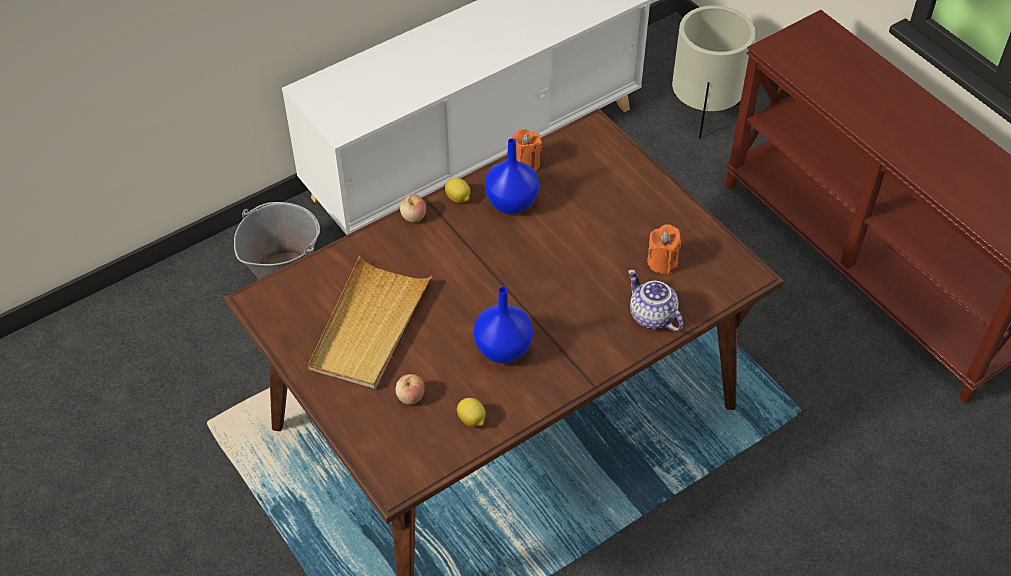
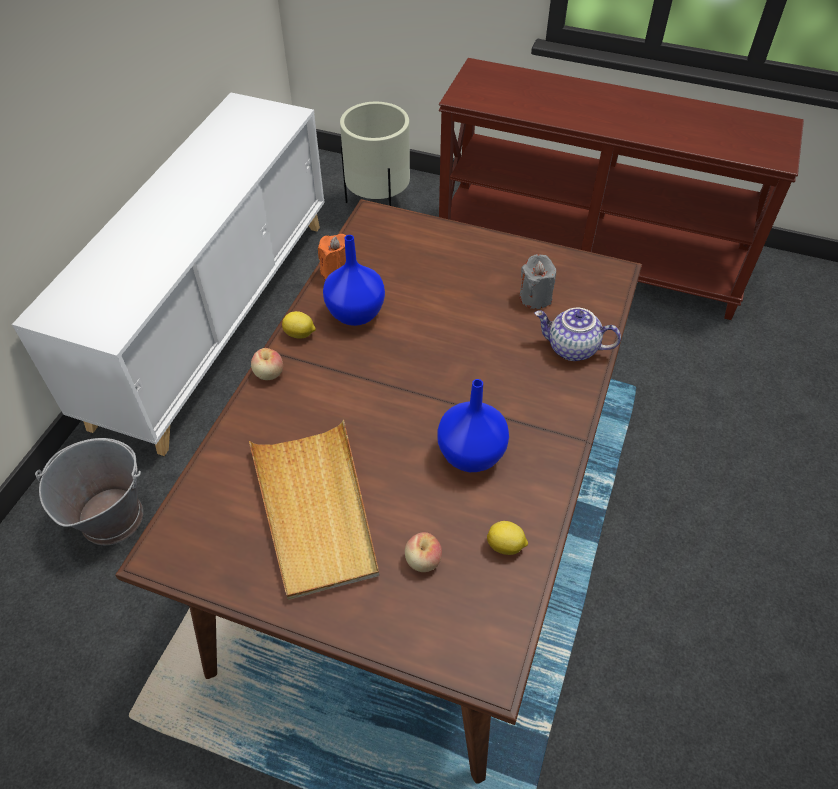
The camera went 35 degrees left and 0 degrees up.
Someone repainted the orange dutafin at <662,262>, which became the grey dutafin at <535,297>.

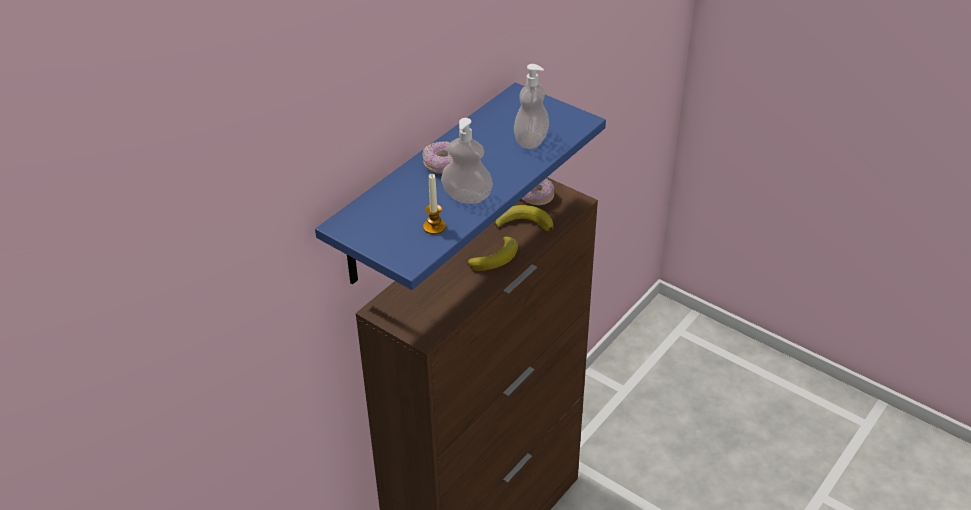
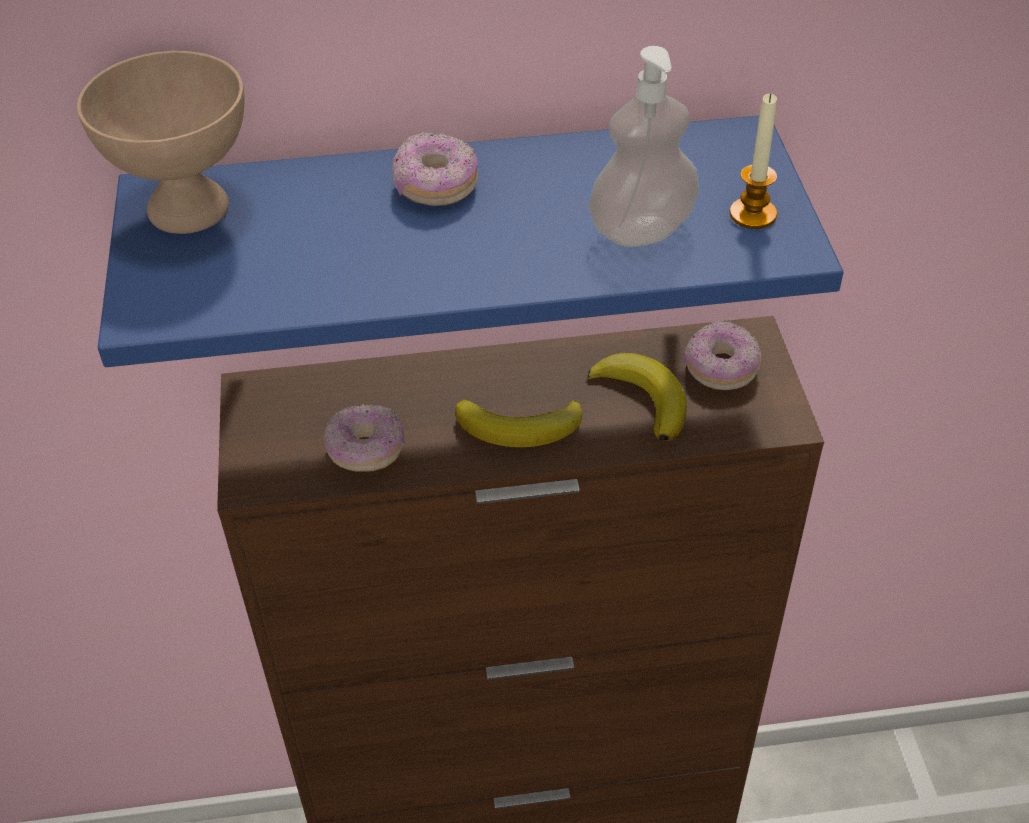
The camera went 45 degrees right and 5 degrees up.
Someone took away the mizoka at <467,196>.
Someone put down the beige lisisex at <188,211>.
Someone put down the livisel at <366,451>.
Someone carried the dutafin from <434,227> to <753,214>.

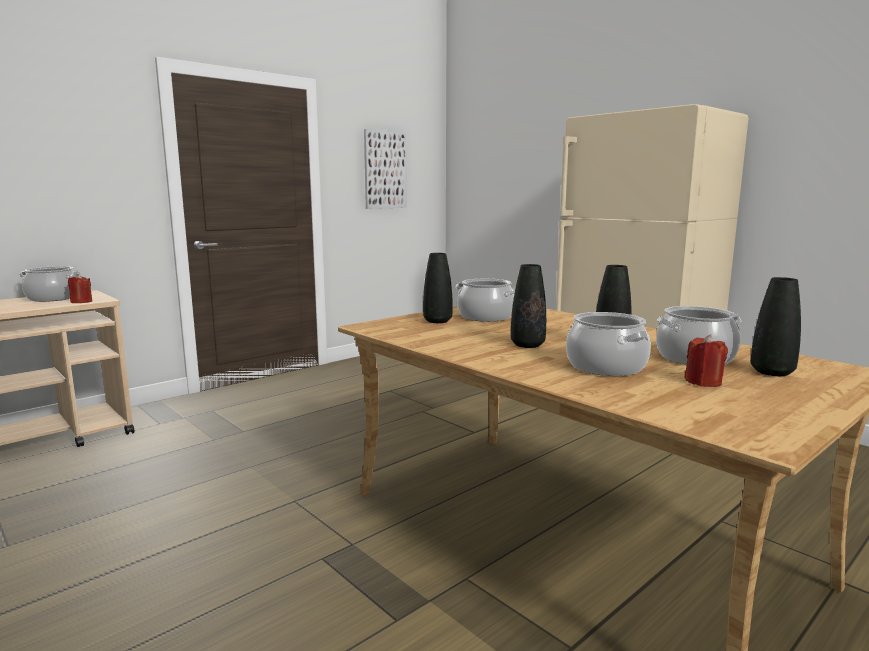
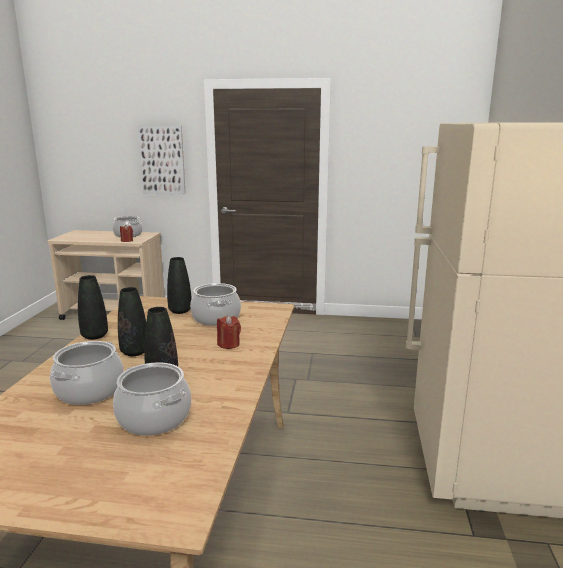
The camera went 50 degrees right and 5 degrees up.
Someone carried the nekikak from <385,170> to <162,160>.
Someone carried the red dutafin from <703,382> to <228,344>.
Someone carried the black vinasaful from <772,372> to <94,336>.

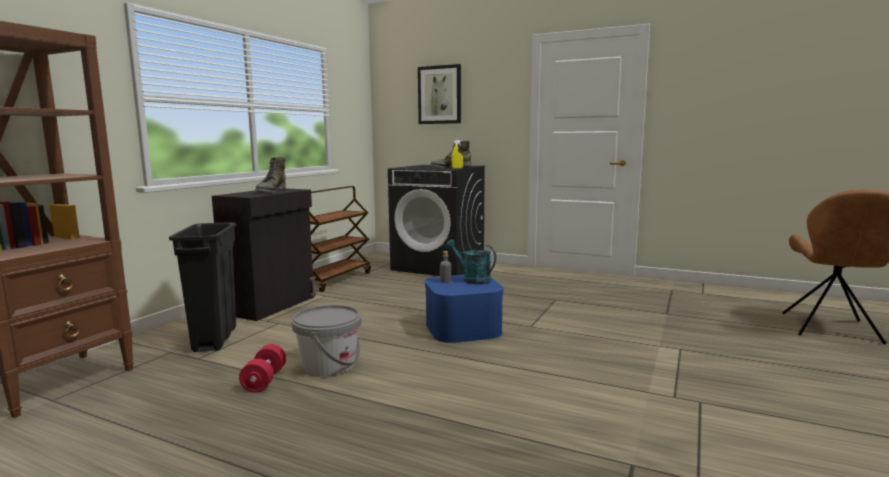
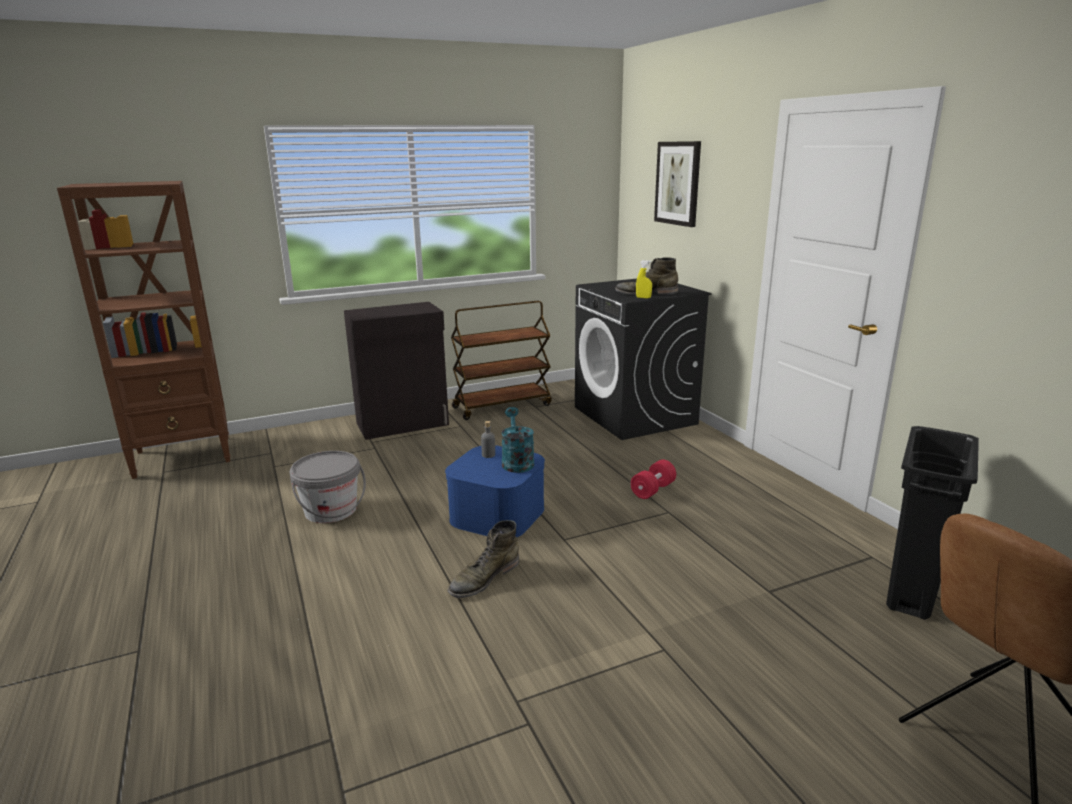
The camera went 40 degrees right and 10 degrees up.
Someone carried the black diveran from <215,339> to <910,590>.
Someone carried the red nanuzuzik from <264,380> to <653,490>.
Someone carried the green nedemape from <270,191> to <484,578>.

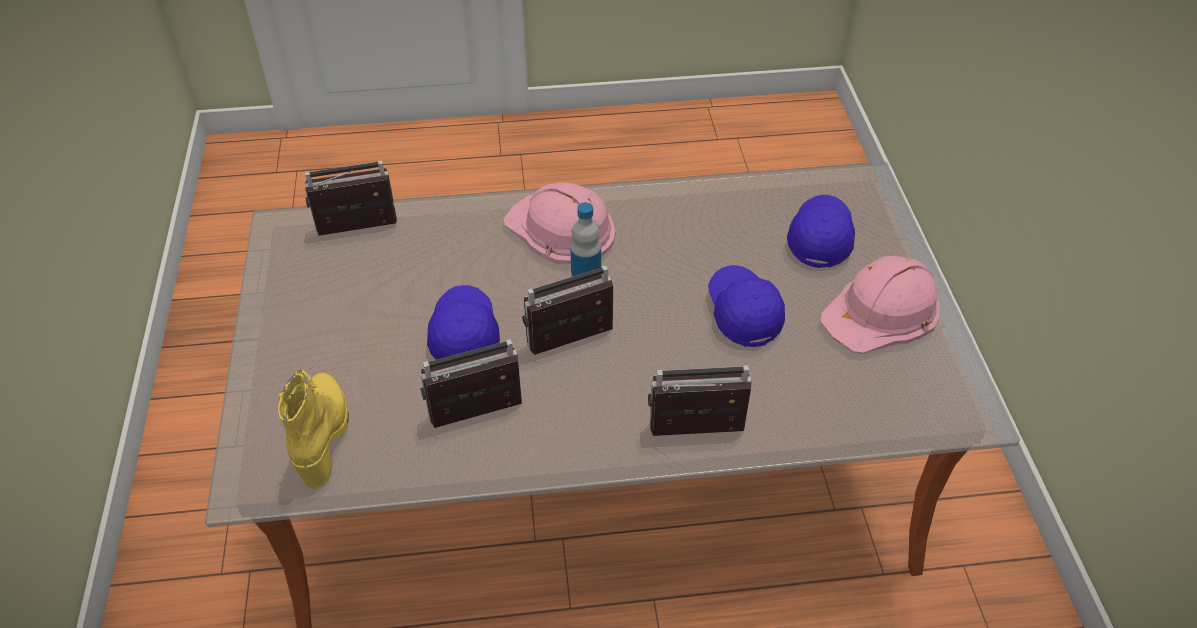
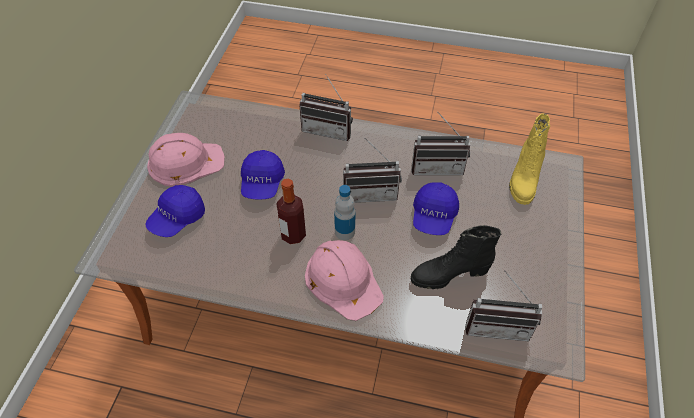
The camera went 160 degrees left and 5 degrees up.
Someone put down the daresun at <293,235>.
Someone put down the black nedemape at <449,274>.

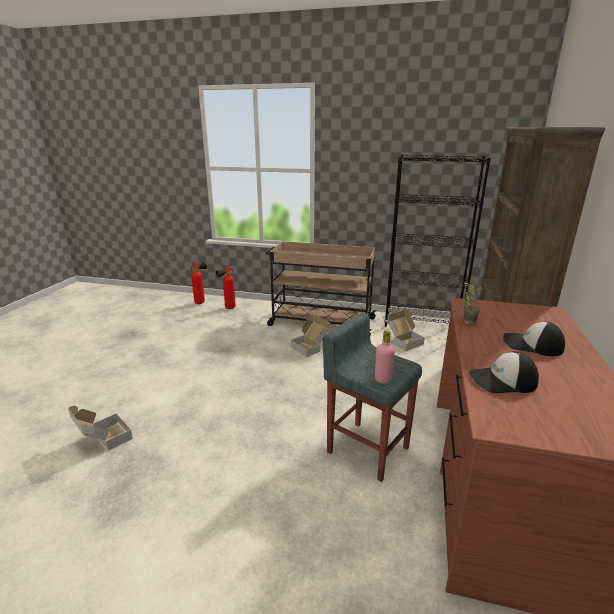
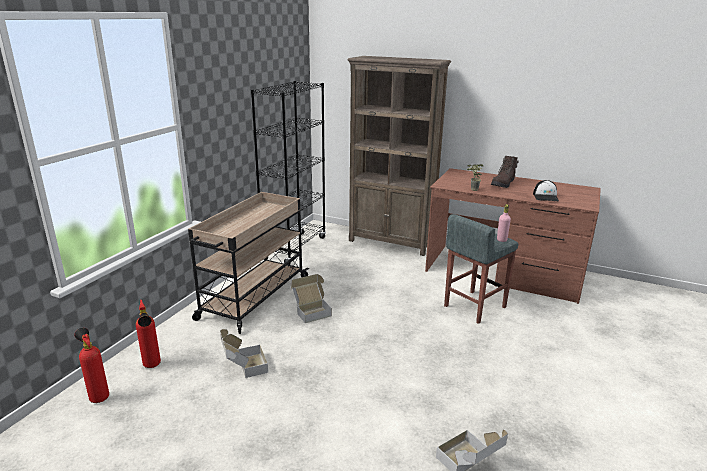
The camera went 80 degrees left and 0 degrees up.
Someone carried the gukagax from <403,341> to <244,367>.
Someone swapped the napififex at <532,345> for the brown nedemape at <503,184>.

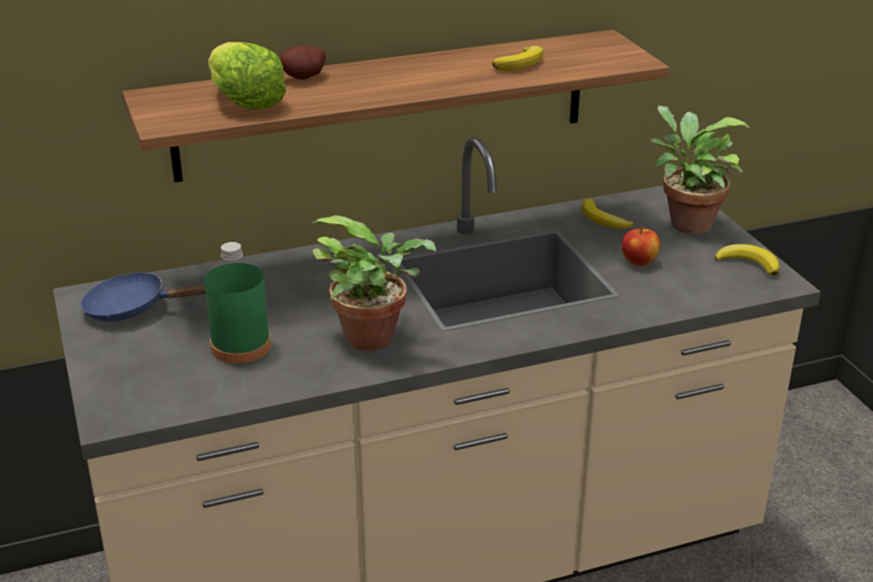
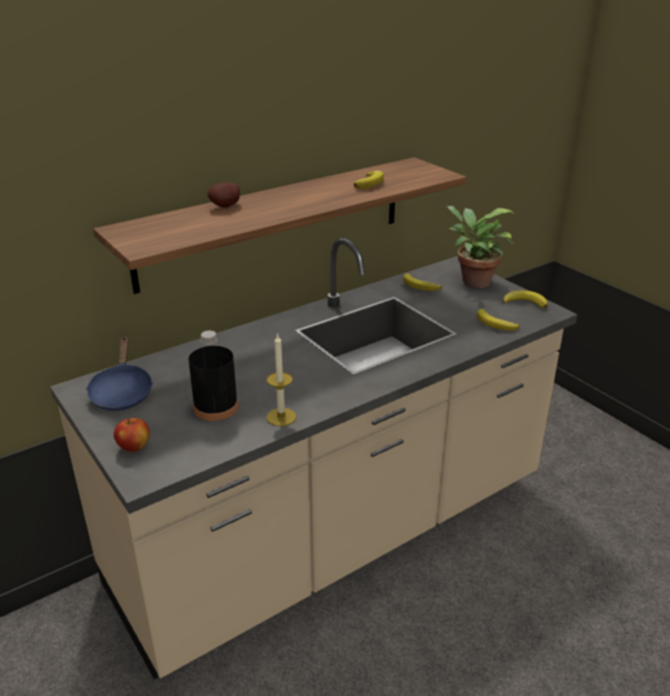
The camera went 15 degrees left and 0 degrees up.
Someone took away the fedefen at <244,101>.
Someone took away the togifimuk at <376,338>.
Someone put down the dutafin at <281,417>.
Someone put down the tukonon at <495,324>.
Someone carried the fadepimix from <639,262> to <134,447>.
Someone repainted the green daresun at <240,346>, which became the black daresun at <216,407>.
Someone rotated the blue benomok at <134,308> by 90 degrees counterclockwise.

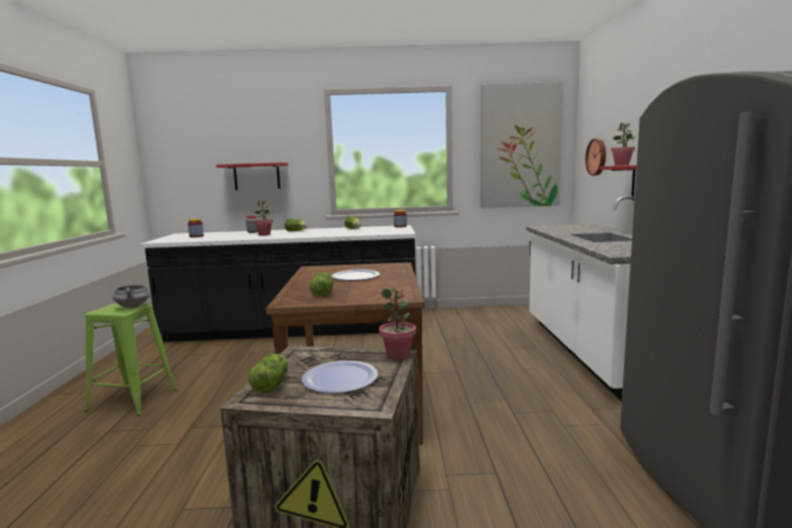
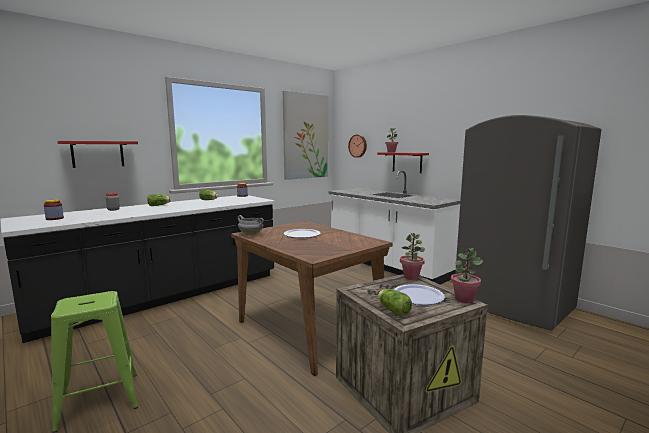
The camera went 40 degrees left and 0 degrees up.
Someone took away the fedefen at <323,293>.
Someone carried the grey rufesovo from <133,307> to <251,234>.
Someone carried the togifimuk from <264,235> to <464,299>.

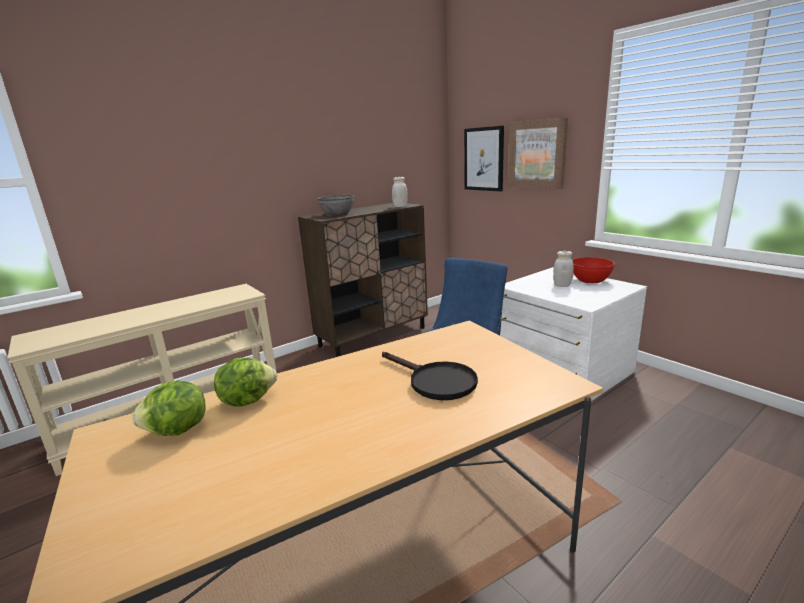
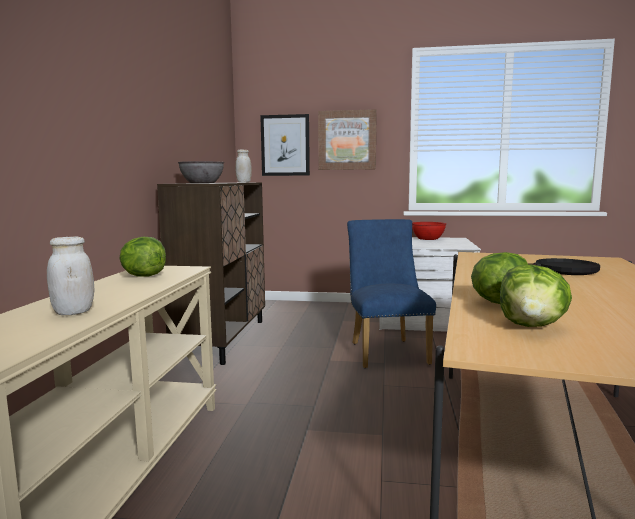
The camera went 45 degrees left and 10 degrees down.
Someone put down the fedefen at <143,276>.
Someone carried the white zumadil from <562,285> to <73,312>.

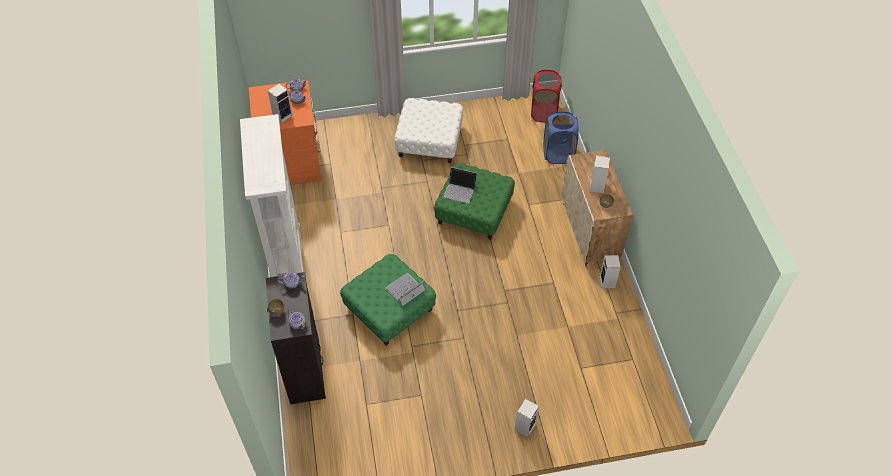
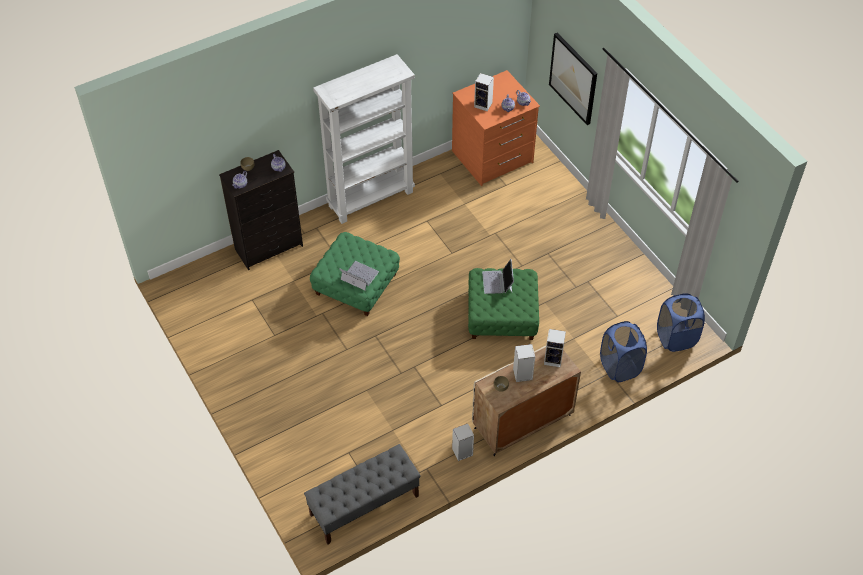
The camera went 70 degrees right and 0 degrees up.
Someone took away the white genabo at <429,141>.
Someone put down the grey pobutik at <364,505>.
Someone put up the nekikak at <573,78>.
Someone carried the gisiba from <525,426> to <554,359>.
Someone repainted the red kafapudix at <543,112>, which became the blue kafapudix at <676,338>.

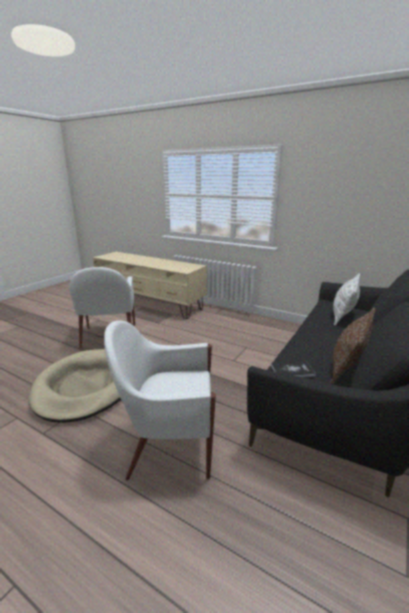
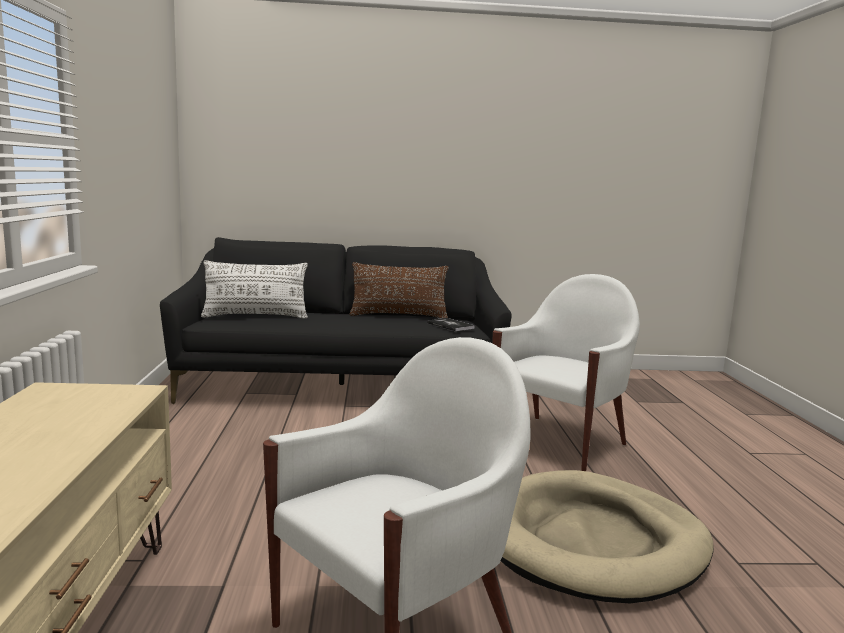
The camera went 125 degrees left and 10 degrees down.
Someone rotated the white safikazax at <168,444> by 105 degrees counterclockwise.

